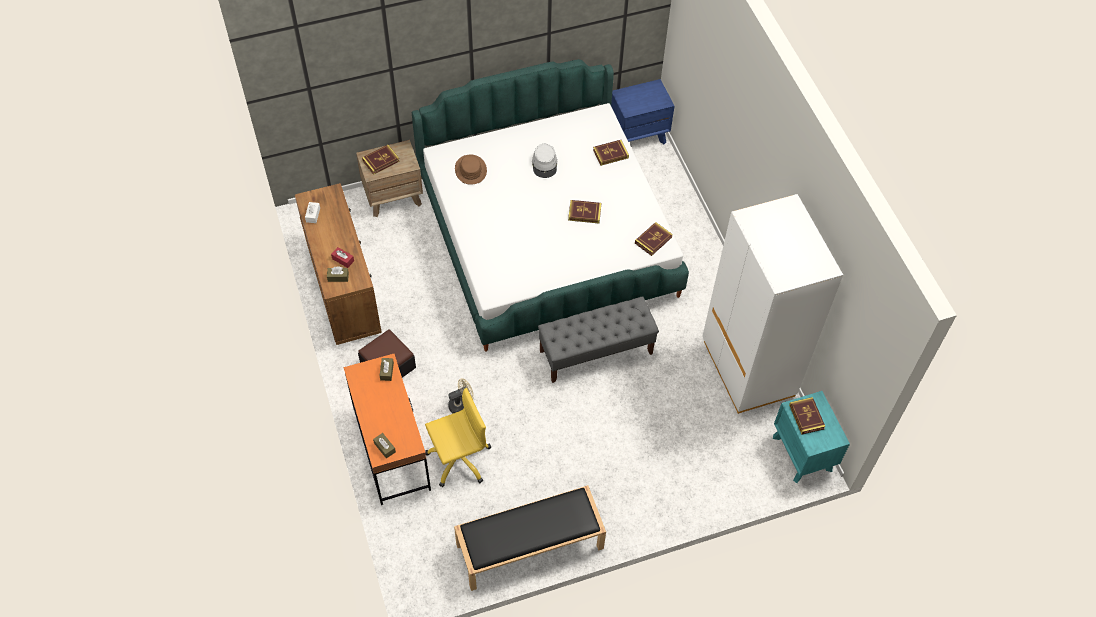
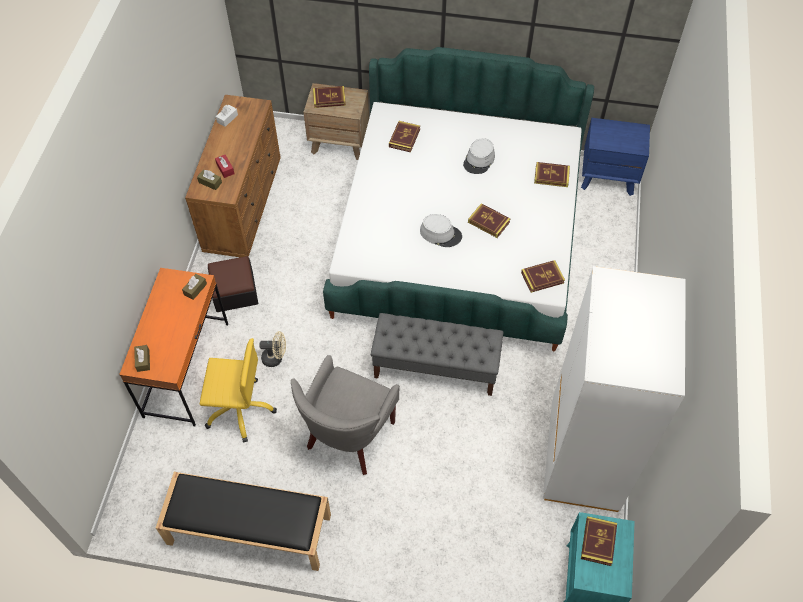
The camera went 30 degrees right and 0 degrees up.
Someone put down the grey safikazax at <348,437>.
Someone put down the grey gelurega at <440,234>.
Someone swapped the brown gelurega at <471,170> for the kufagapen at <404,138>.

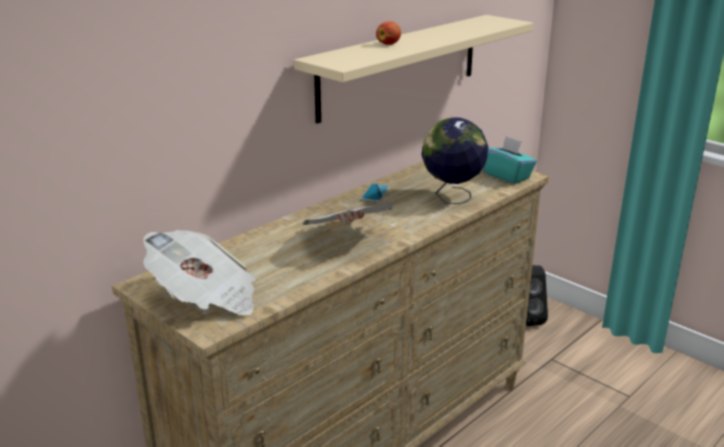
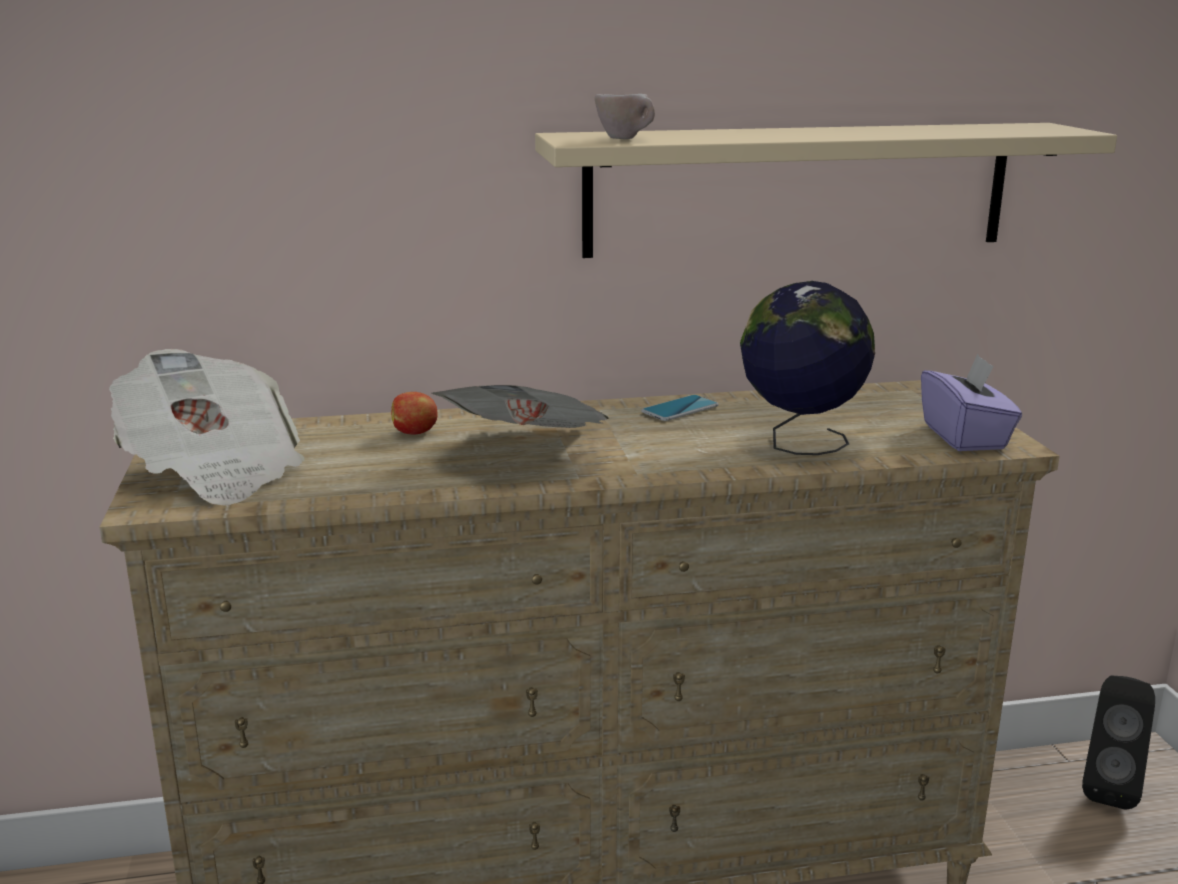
The camera went 35 degrees right and 5 degrees down.
Someone put down the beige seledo at <628,139>.
Someone carried the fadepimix from <389,44> to <415,432>.
Someone repainted the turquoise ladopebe at <507,176>, which became the purple ladopebe at <965,437>.

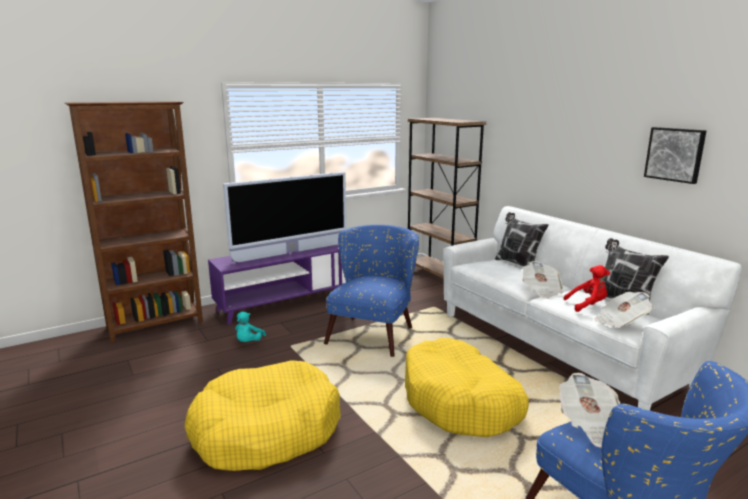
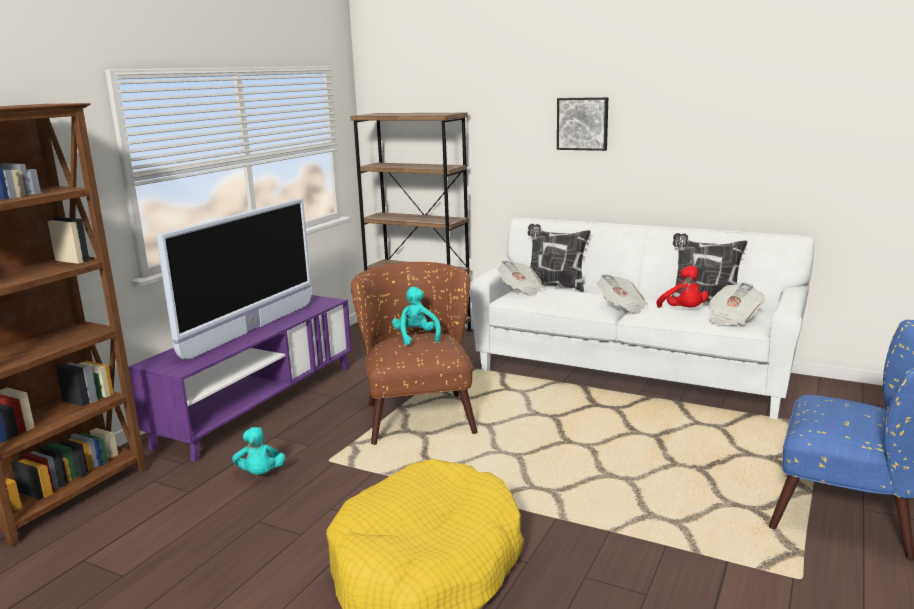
The camera went 30 degrees left and 0 degrees up.
Someone took away the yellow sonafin at <460,401>.
Someone put down the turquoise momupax at <416,337>.
Someone carried the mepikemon from <590,425> to <521,290>.
Someone carried the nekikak from <675,154> to <583,123>.
Someone repainted the blue safikazax at <374,332>, which became the brown safikazax at <418,412>.
Someone rotated the red momupax at <587,305> by 105 degrees clockwise.

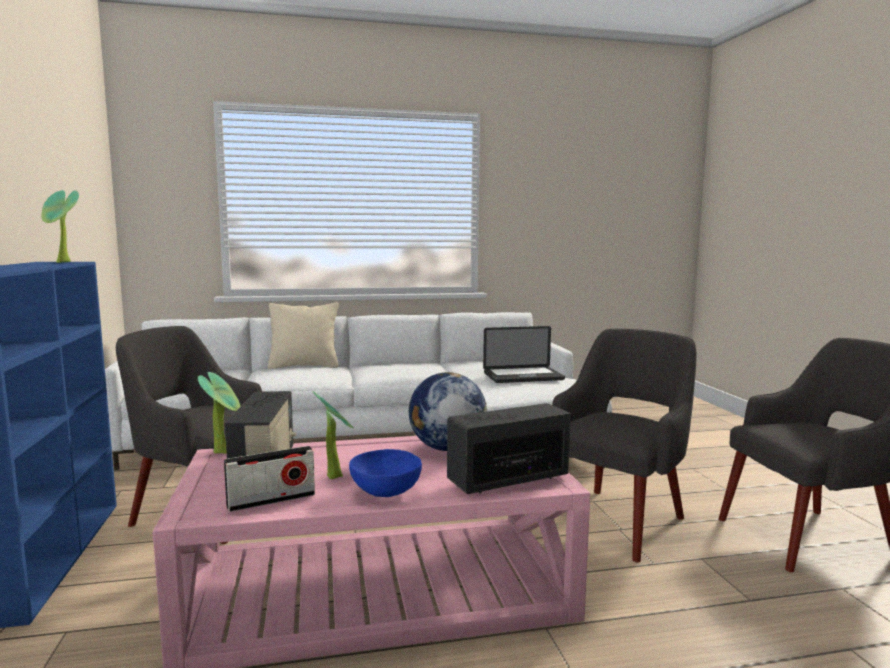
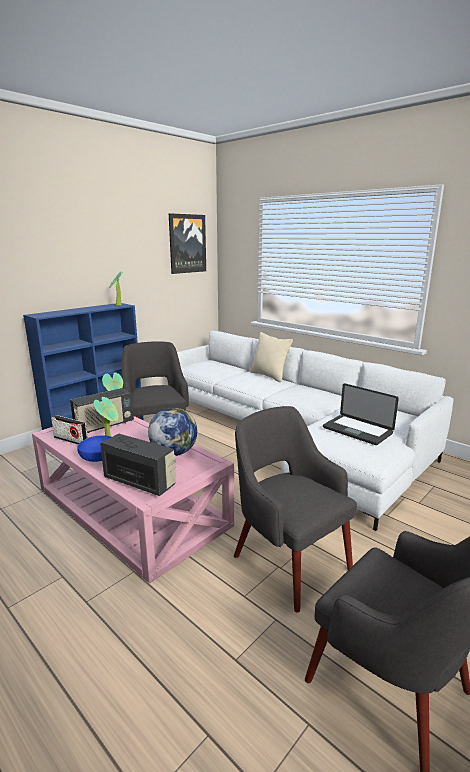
The camera went 55 degrees right and 10 degrees up.
Someone put up the nekikak at <187,244>.
Someone rotated the grey safikazax at <615,521> by 135 degrees counterclockwise.

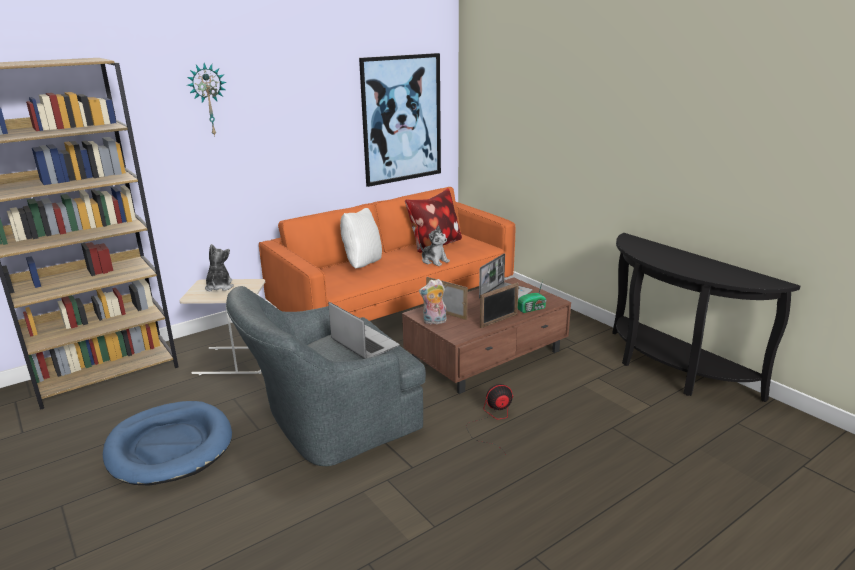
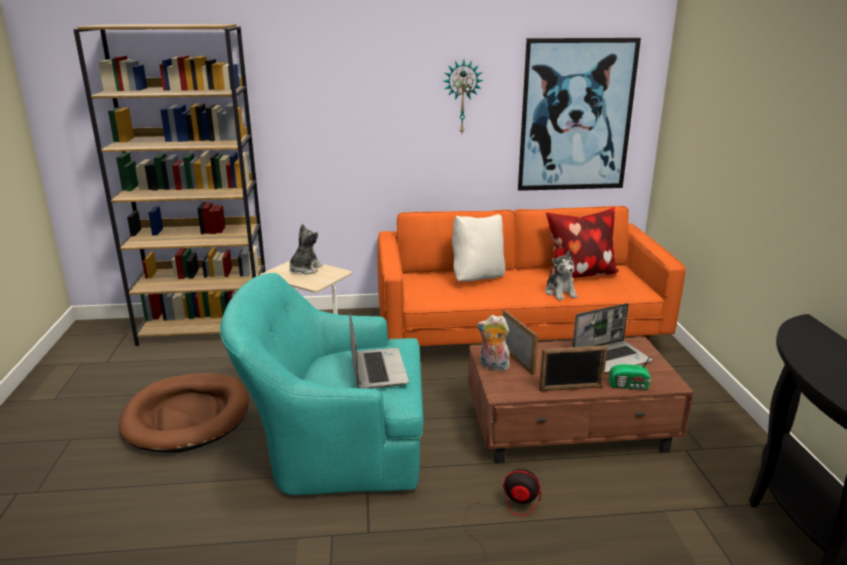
The camera went 30 degrees right and 0 degrees up.
Someone carried the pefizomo from <208,100> to <462,97>.
Someone repainted the blue sonafin at <170,446>, which became the brown sonafin at <187,416>.
Someone repainted the grey safikazax at <329,423>, which became the turquoise safikazax at <334,446>.

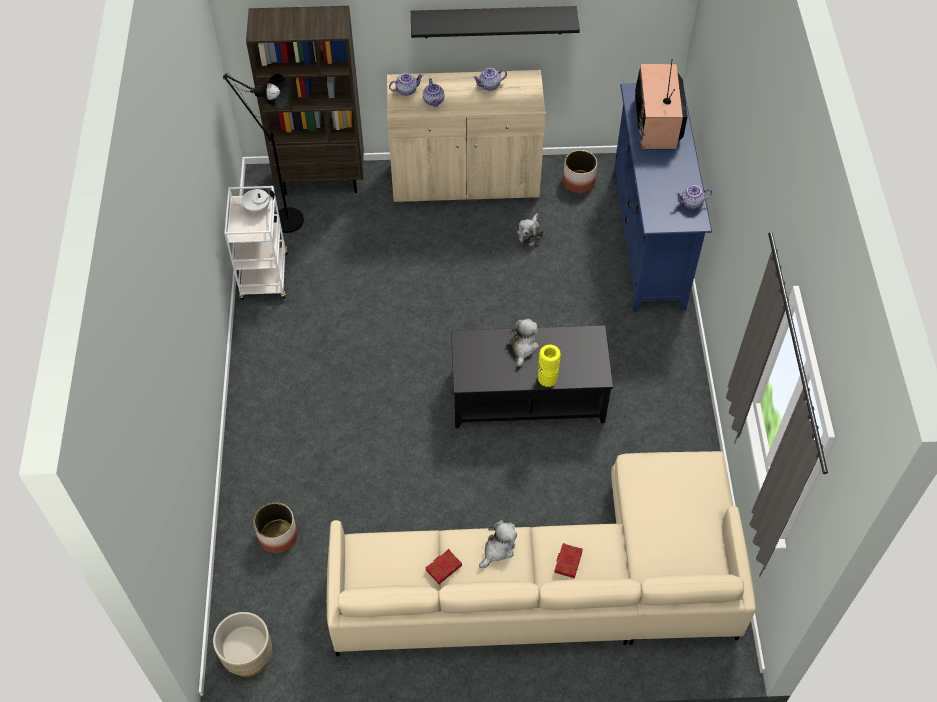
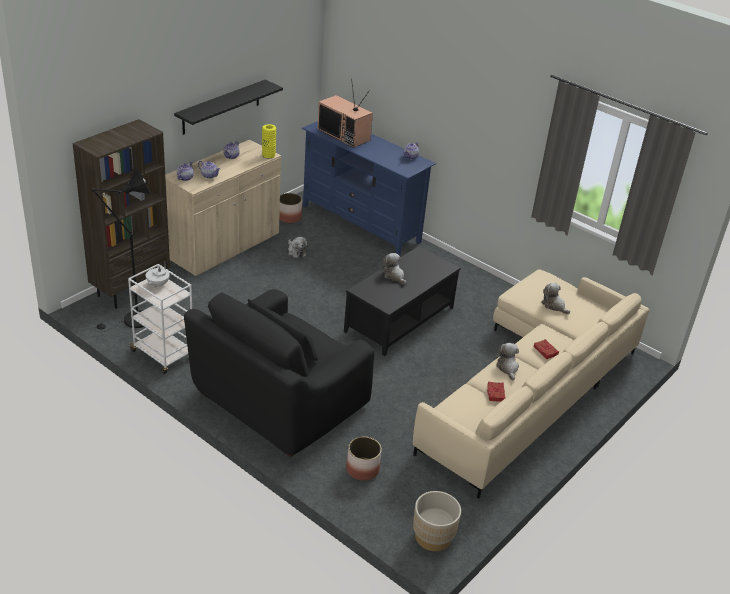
The camera went 50 degrees left and 20 degrees down.
Someone put down the black safikazax at <278,401>.
Someone put down the momupax at <554,305>.
Someone carried the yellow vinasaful from <547,378> to <268,155>.

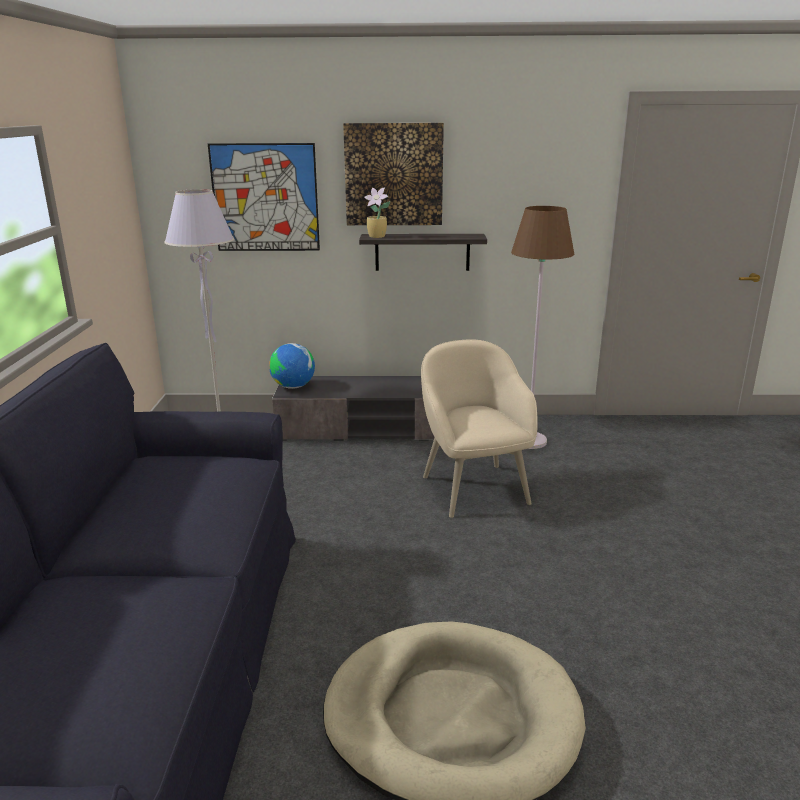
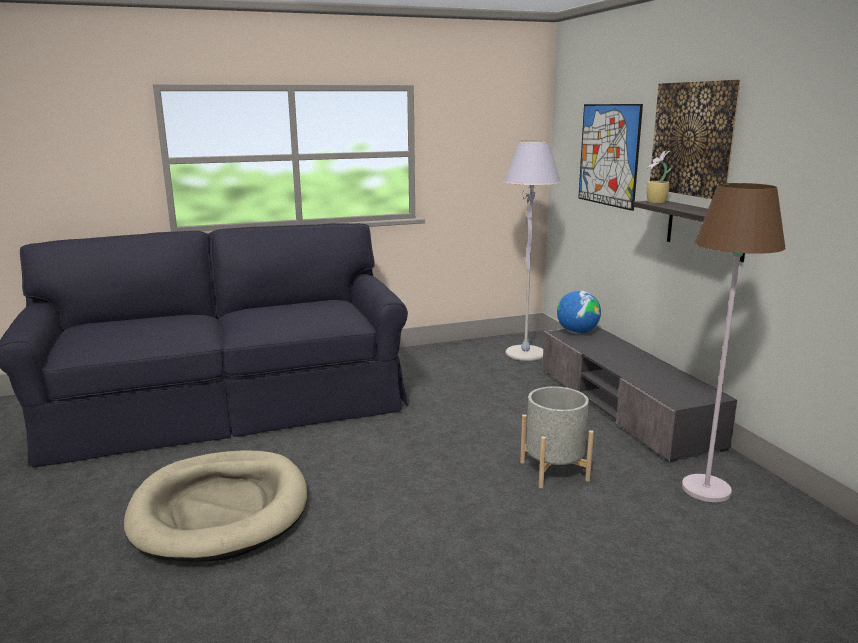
The camera went 70 degrees right and 5 degrees down.
Someone swapped the beige safikazax at <474,488> for the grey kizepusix at <554,471>.

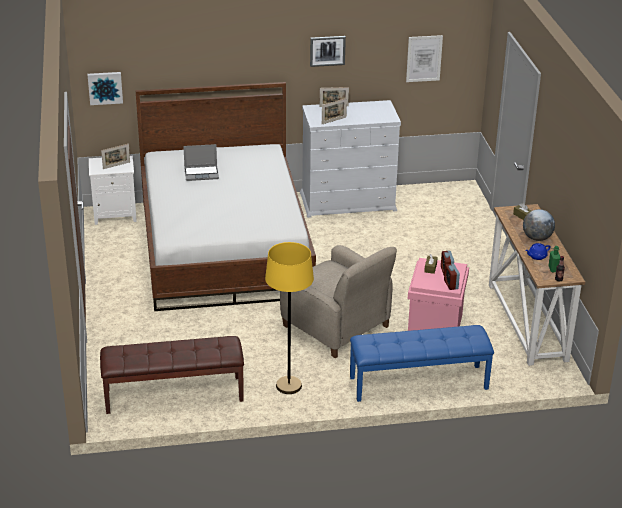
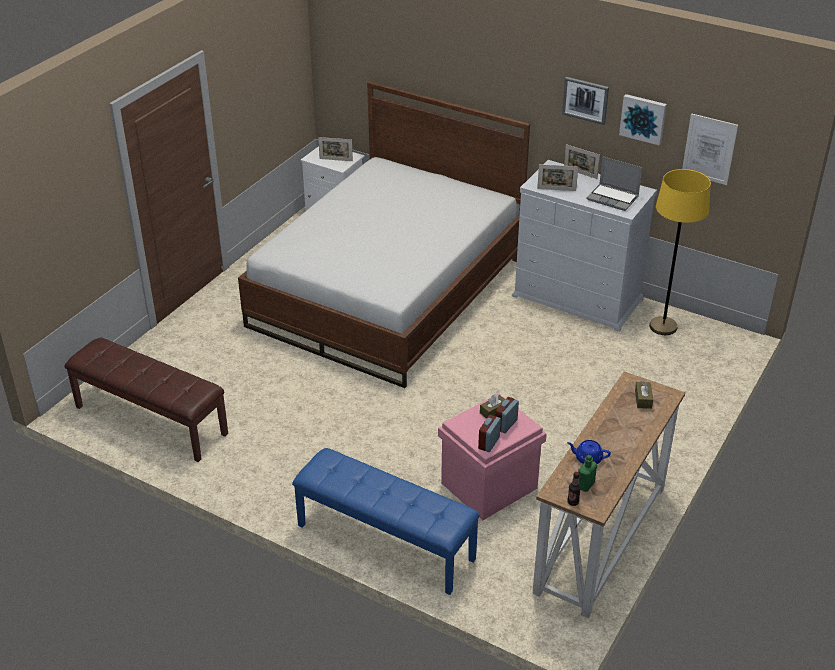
The camera went 40 degrees right and 5 degrees up.
Someone took away the beige safikazax at <337,327>.
Someone took away the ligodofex at <537,238>.
Someone carried the nekikak from <105,87> to <643,118>.
Someone carried the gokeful from <202,173> to <613,198>.
Someone carried the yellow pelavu from <289,386> to <663,327>.

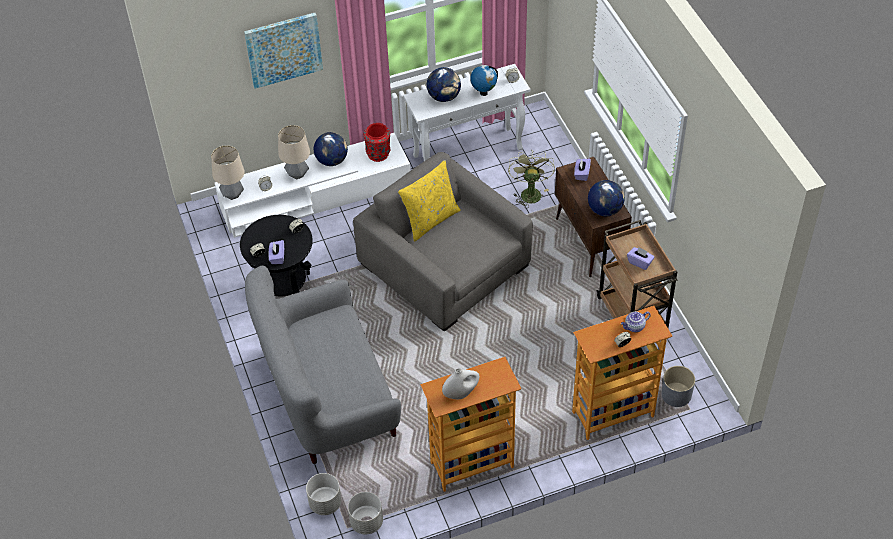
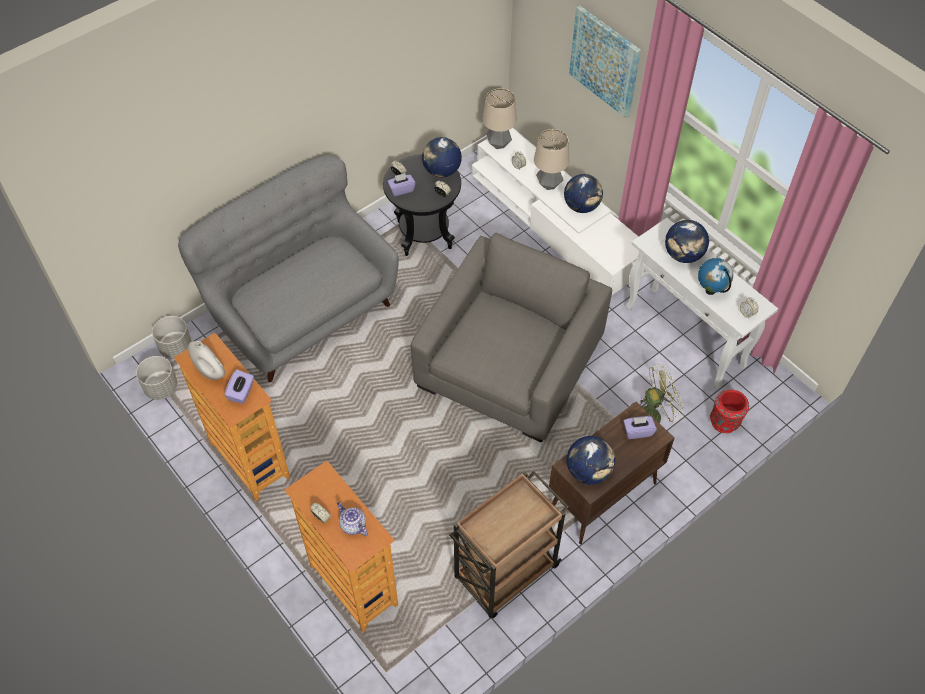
The camera went 70 degrees right and 5 degrees up.
Someone took away the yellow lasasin at <430,220>.
Someone took away the grey kizepusix at <676,395>.
Someone put down the ligodofex at <441,171>.
Someone carried the red vinasaful from <378,153> to <724,422>.
Someone carried the purple ladopebe from <640,262> to <241,392>.

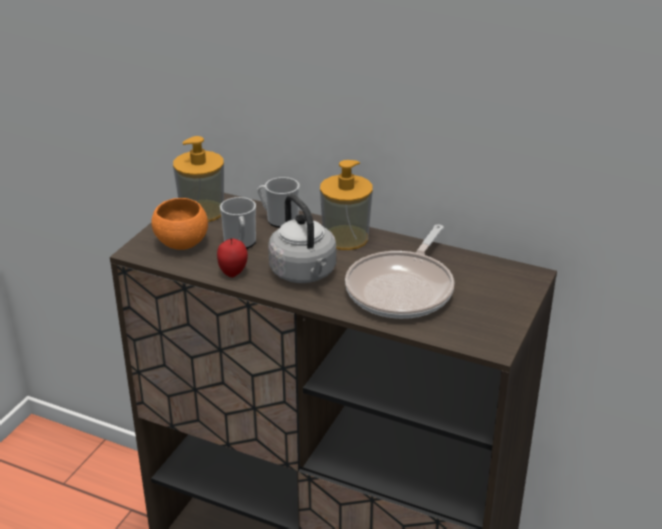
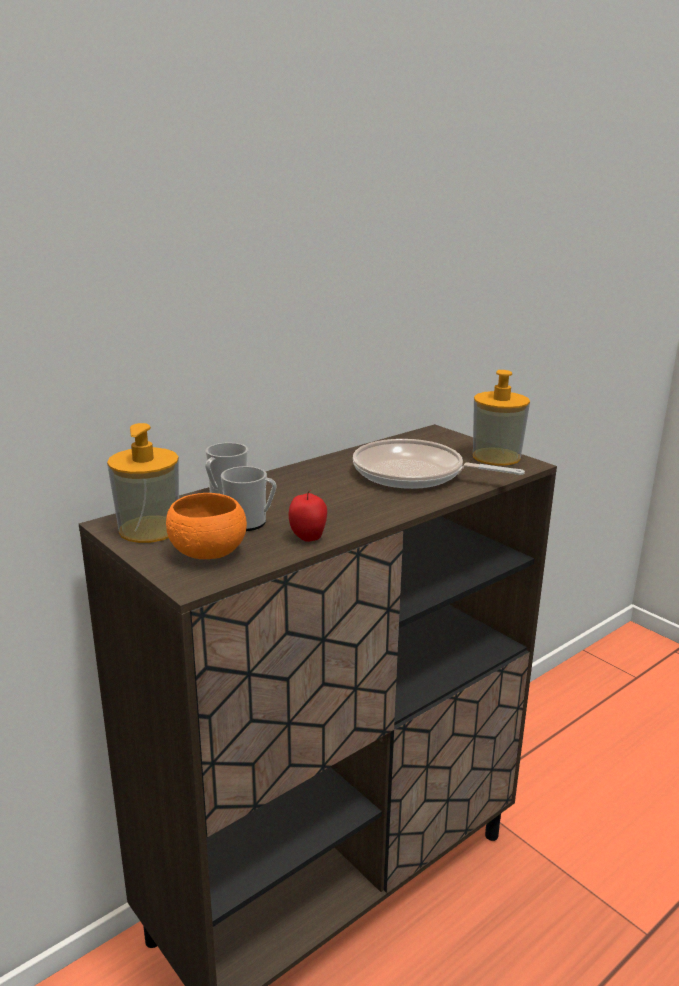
The camera went 65 degrees left and 10 degrees down.
Someone took away the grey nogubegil at <304,274>.
Someone carried the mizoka from <345,237> to <496,457>.
Someone rotated the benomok at <402,289> by 150 degrees clockwise.

